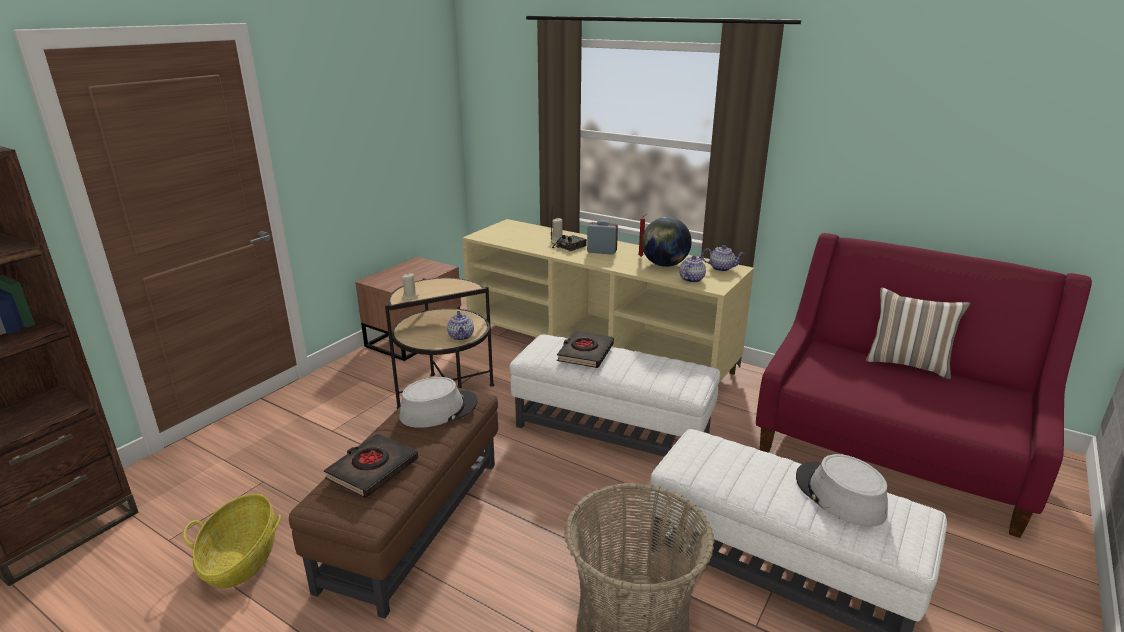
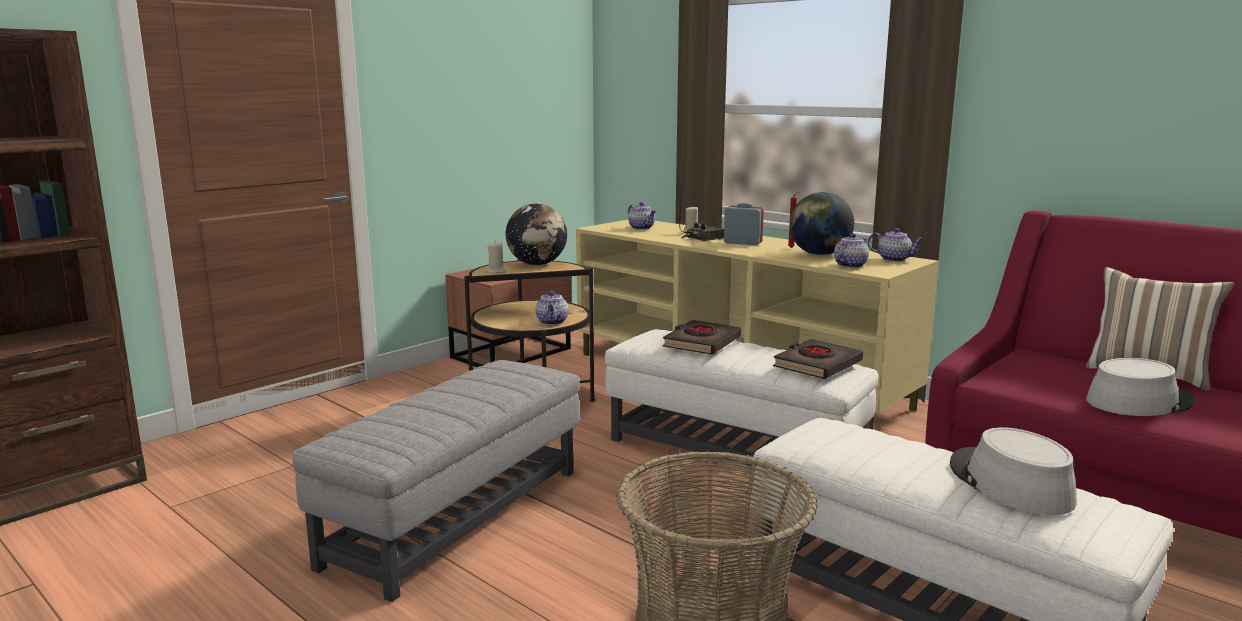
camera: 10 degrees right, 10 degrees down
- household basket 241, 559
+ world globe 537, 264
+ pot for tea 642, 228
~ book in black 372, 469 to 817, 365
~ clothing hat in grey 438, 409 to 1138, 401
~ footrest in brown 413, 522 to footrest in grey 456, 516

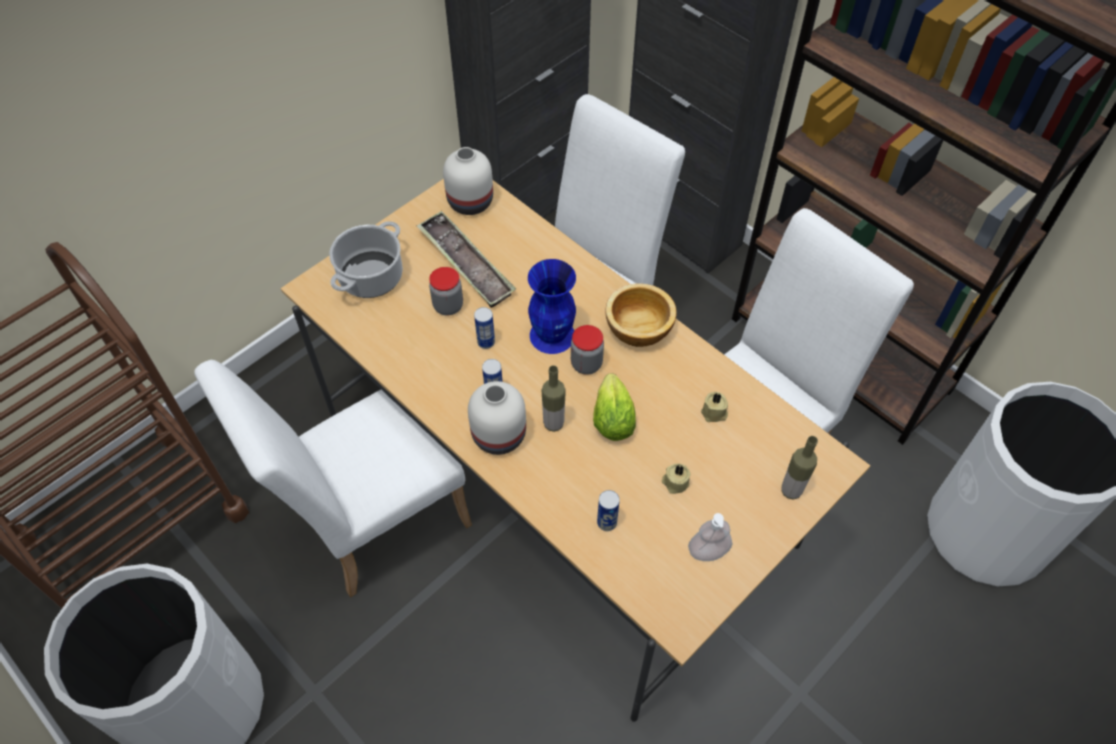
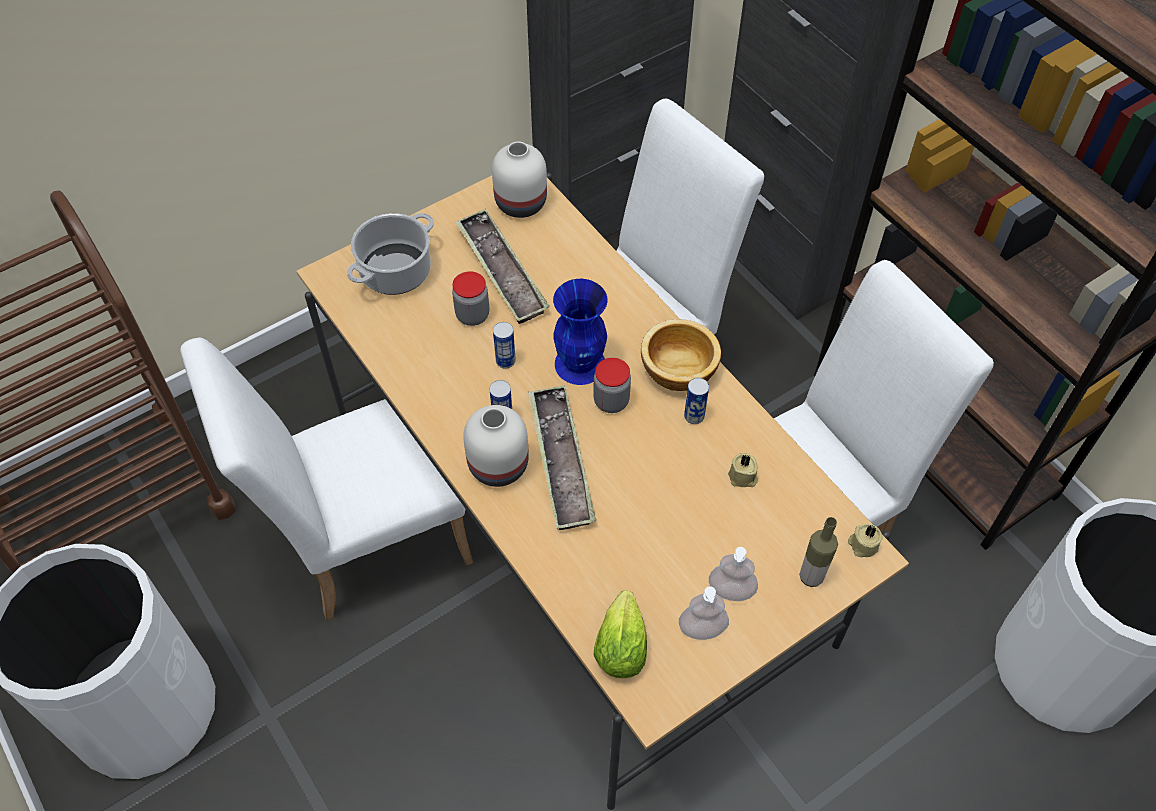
camera: 10 degrees right, 0 degrees up
+ liquid soap bottle 731, 590
~ head of lettuce 612, 416 to 621, 643
~ can 607, 522 to 694, 416
~ candle in sand-coloured 675, 482 to 862, 545
~ drink bottle 553, 423 to tray 561, 462

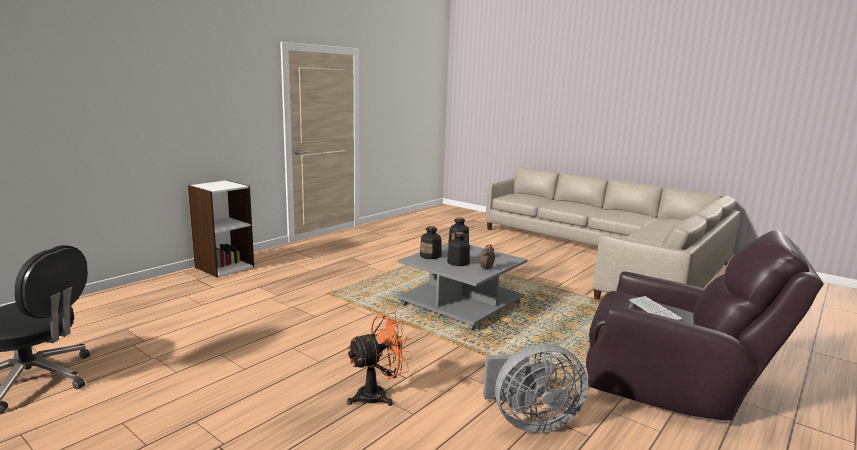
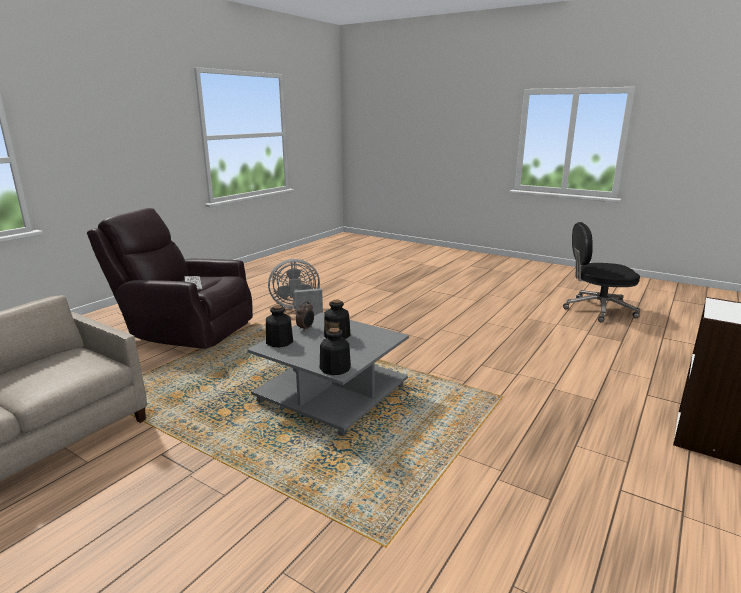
camera: 175 degrees right, 5 degrees up
- cooling fan in orange 378, 395
~ drink bottle 430, 255 to 279, 342

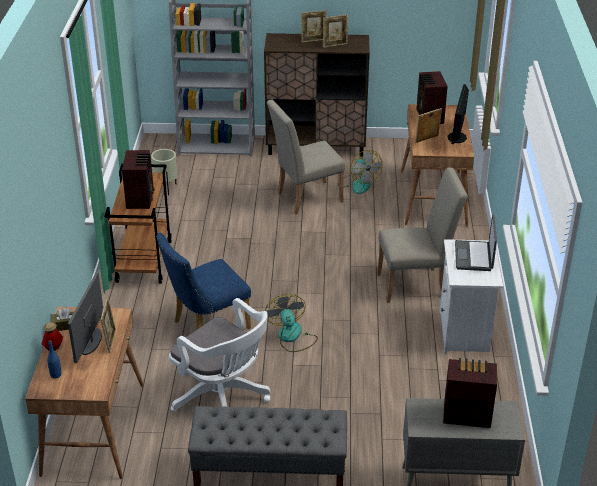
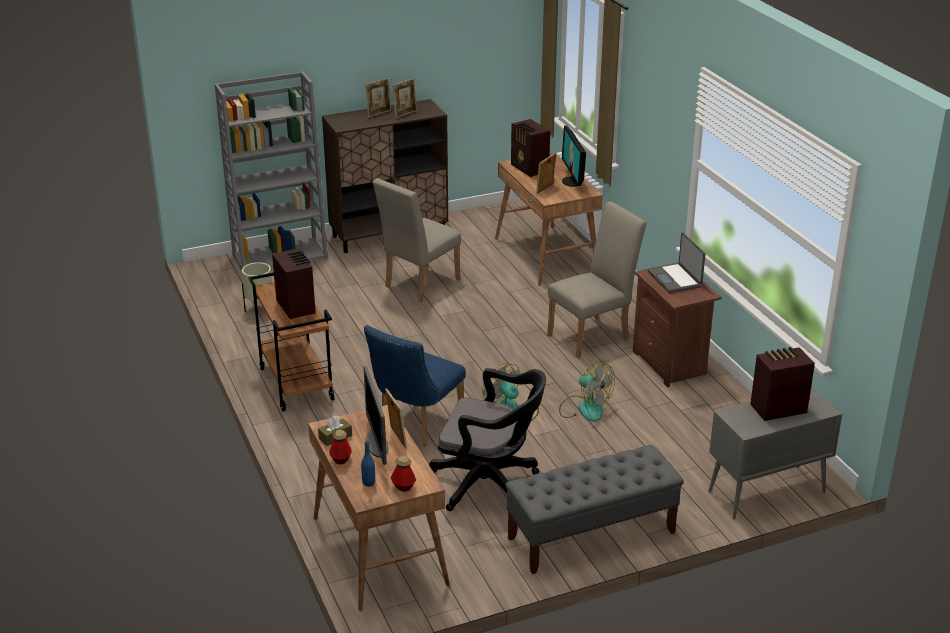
camera: 25 degrees left, 5 degrees down
+ drink bottle 403, 486
~ cooling fan 358, 184 to 584, 408
~ computer chair in whitish 223, 398 to computer chair in black 490, 484
~ bedside table in whitish 465, 332 to bedside table in brown 671, 364

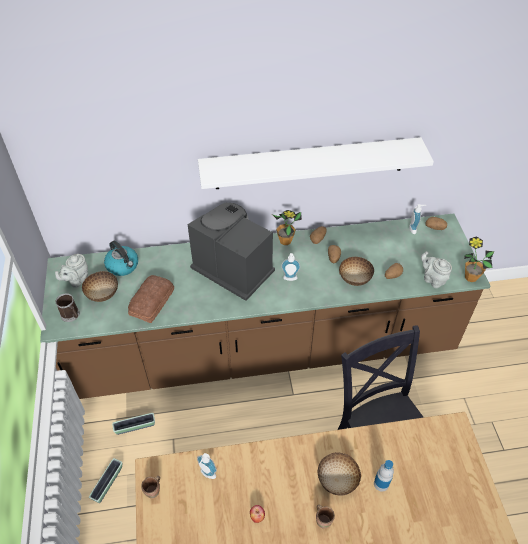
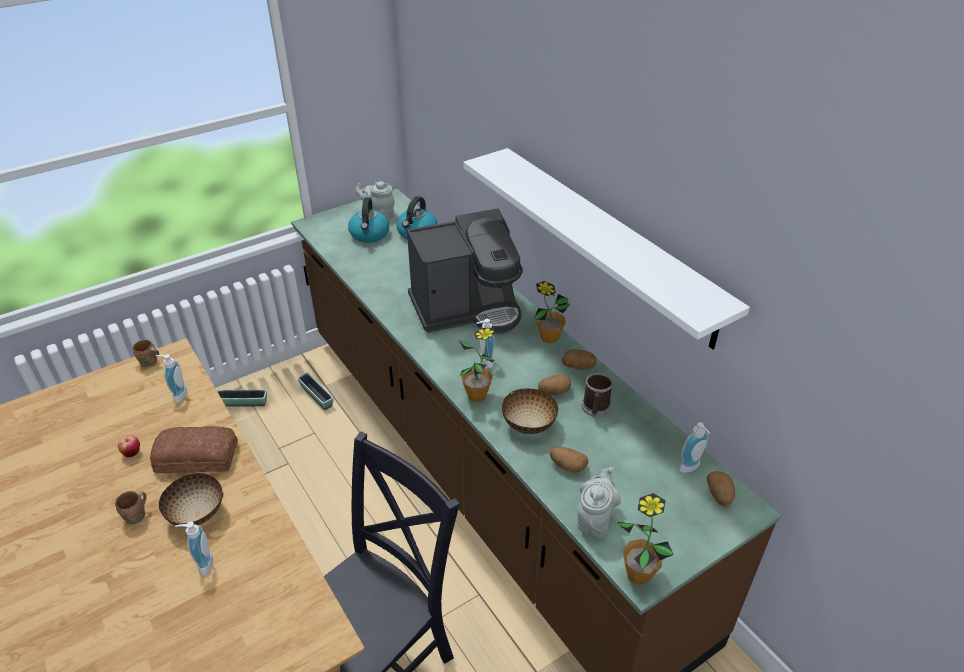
camera: 65 degrees right, 10 degrees down
+ plant in a pot 477, 395
~ tea mug 71, 315 to 595, 409
~ bakery bread 150, 302 to 196, 456
~ deep dish 102, 294 to kettle 369, 234
~ drink bottle 381, 483 to liquid soap bottle 202, 564
~ coffee brewer 232, 269 = 467, 309 60 degrees clockwise

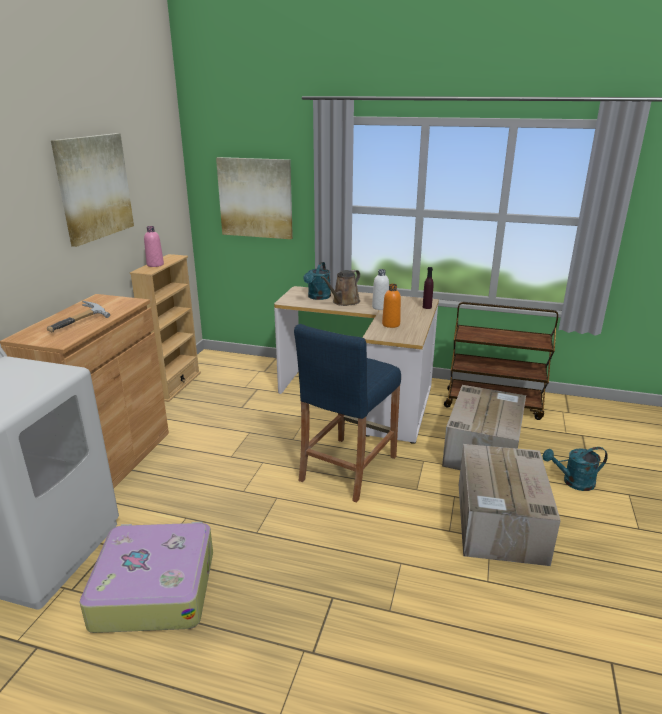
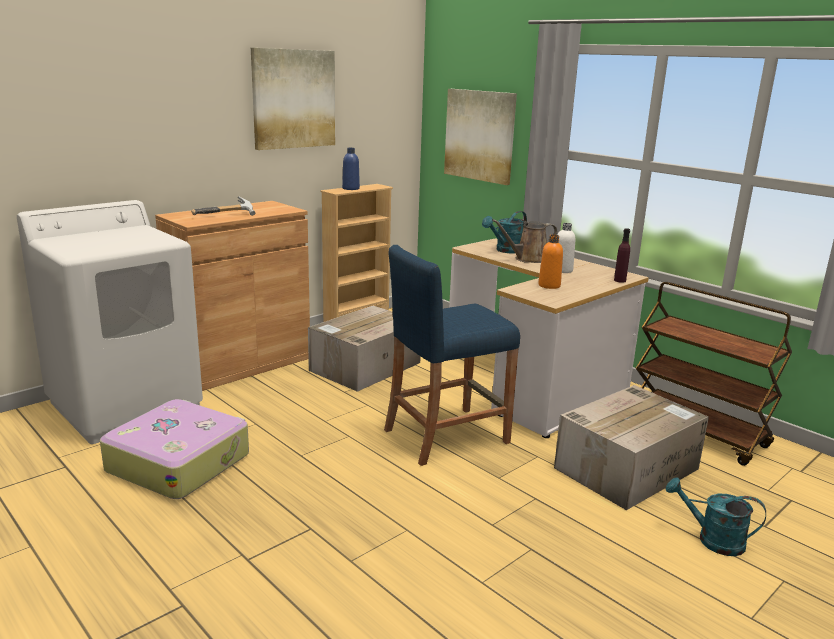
camera: 30 degrees right, 5 degrees down
~ packing box 500, 522 to 364, 367
~ drink bottle in pink-coloured 155, 265 to drink bottle in blue 351, 188

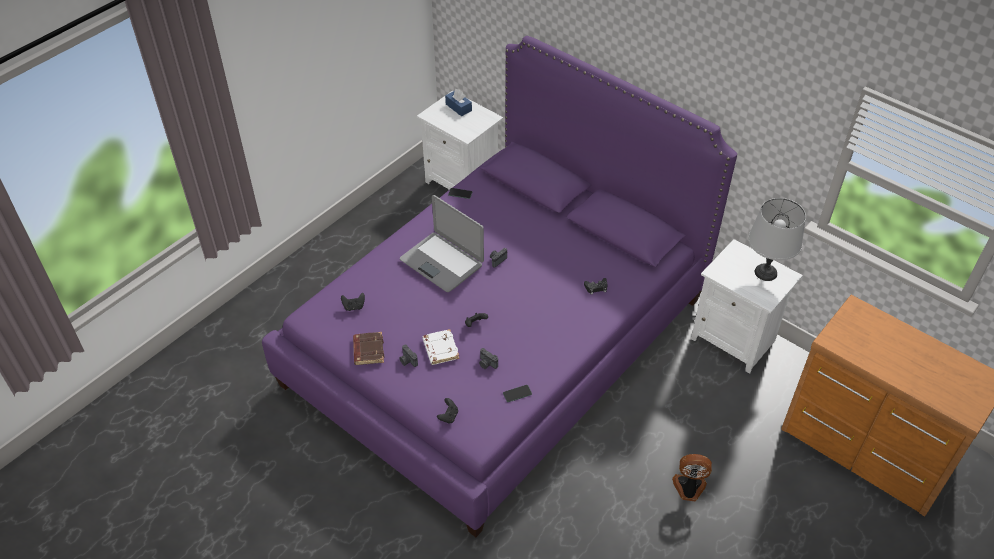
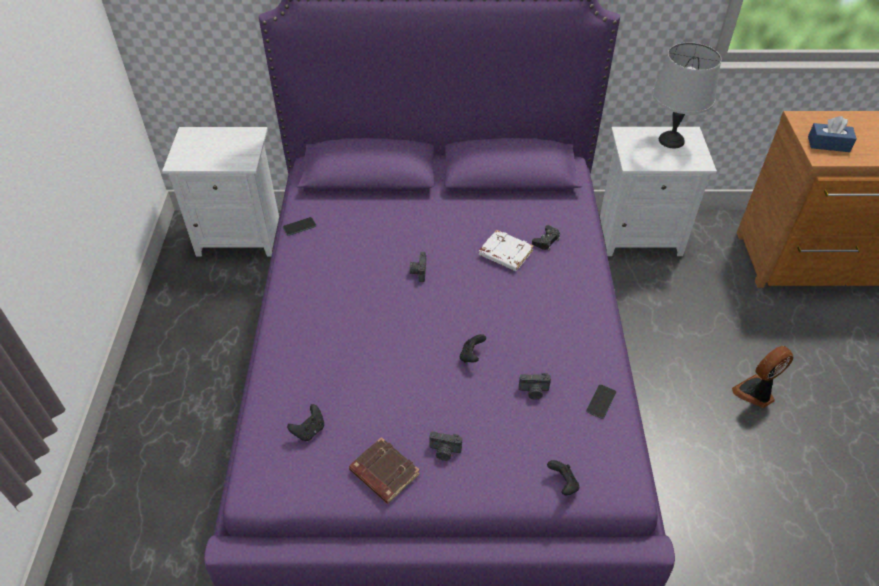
camera: 40 degrees left, 0 degrees up
- notebook computer 442, 262
~ book in whitish 440, 349 to 504, 254
~ tissue holder in blue 458, 107 to 828, 144

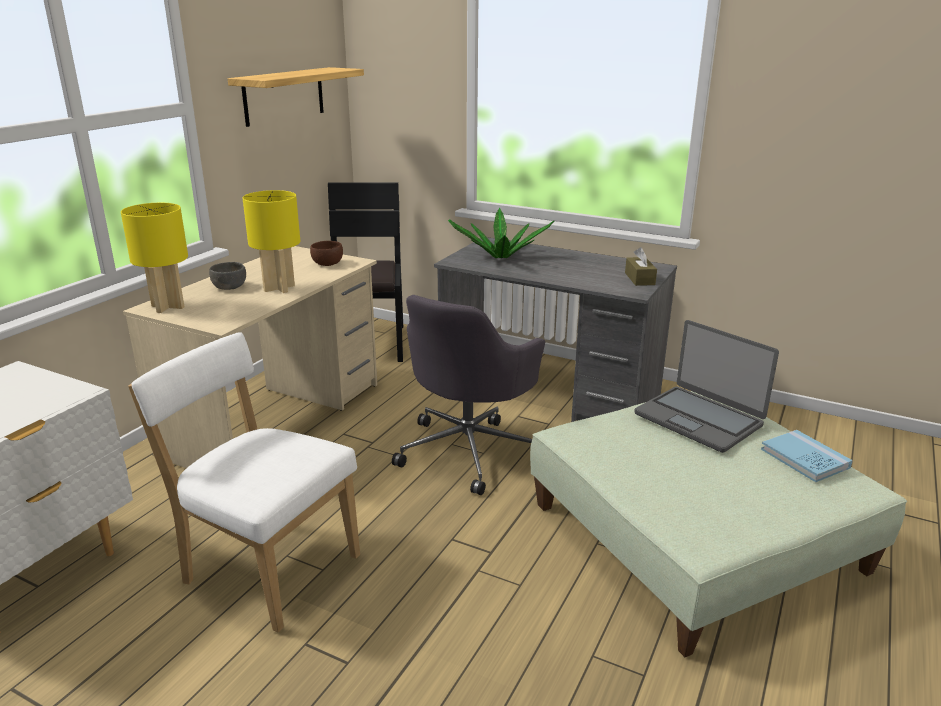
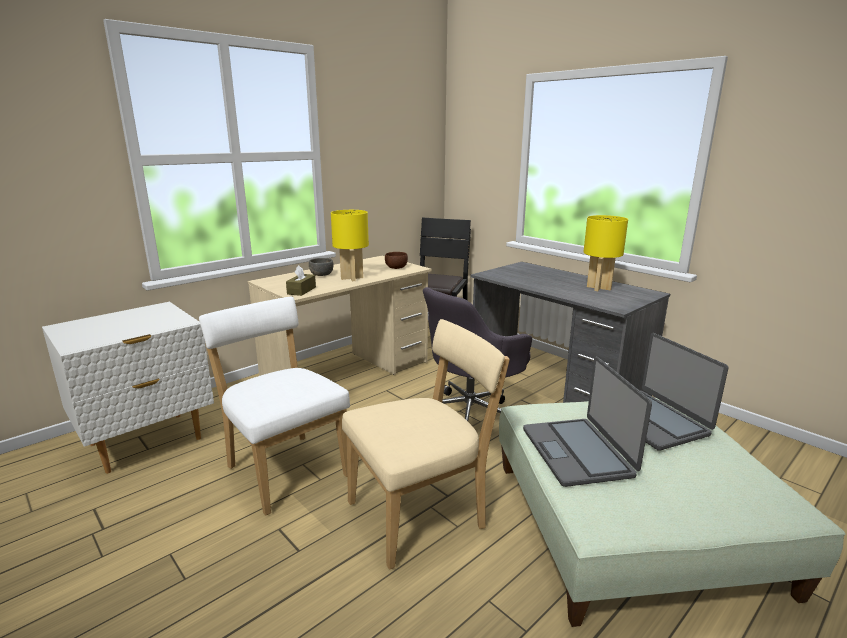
camera: 20 degrees right, 5 degrees down
- shelf 284, 96
- plant in a pot 500, 257
- book in blue 804, 458
+ upright chair in sand-coloured 422, 514
+ notebook computer 578, 452
~ lamp for a table in yellow-coloured 168, 306 to 599, 288
~ tissue holder in brown 639, 279 to 301, 290

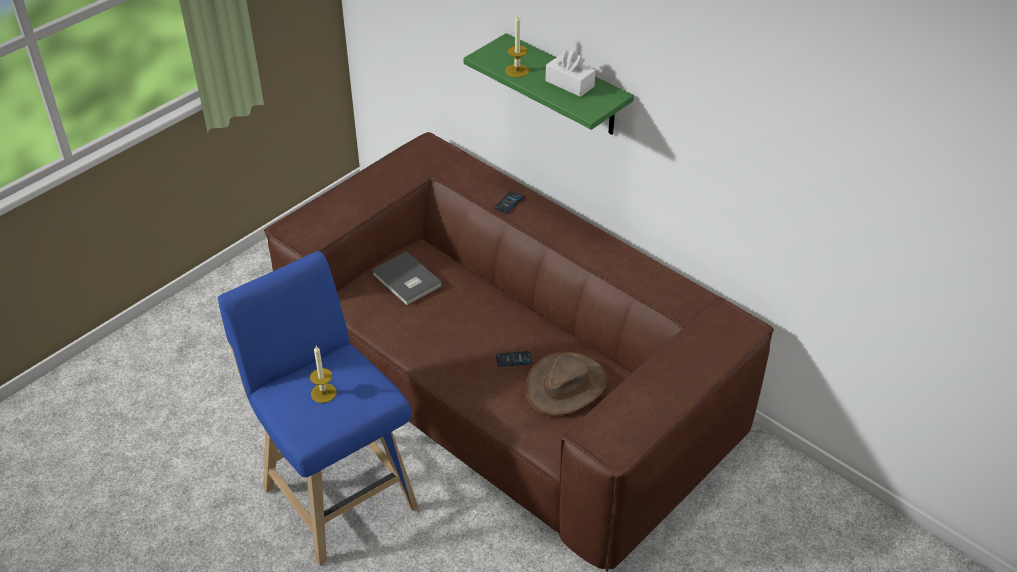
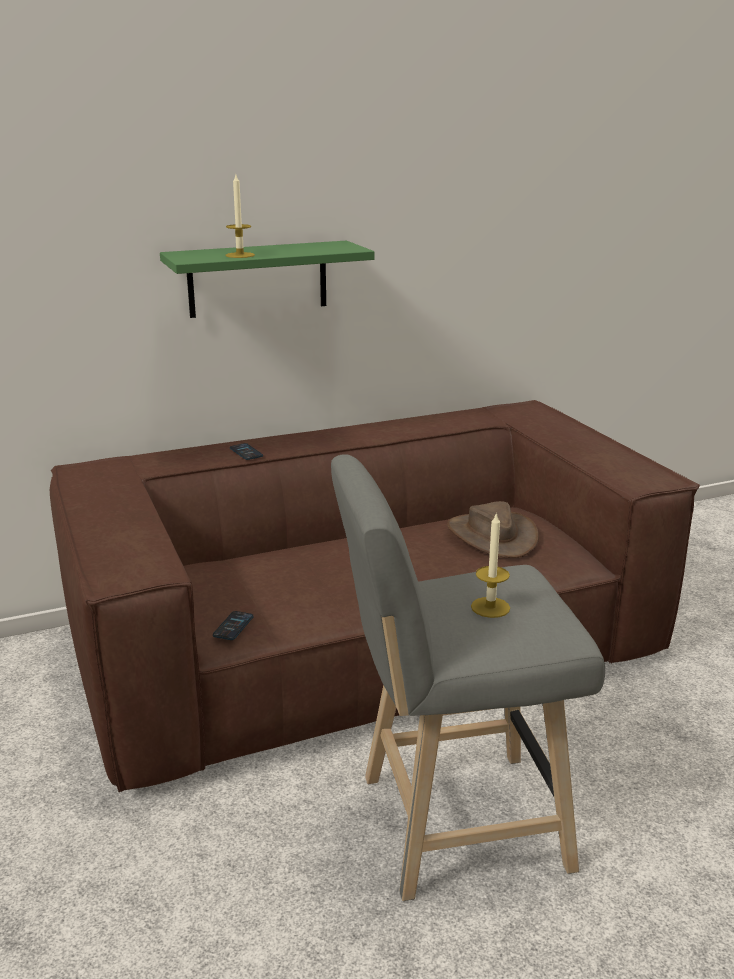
camera: 65 degrees left, 20 degrees down
- book in grey 406, 281
- tissue holder in whitish 569, 84
~ handset 513, 359 to 233, 626
~ stool in blue 336, 492 to stool in grey 451, 824

